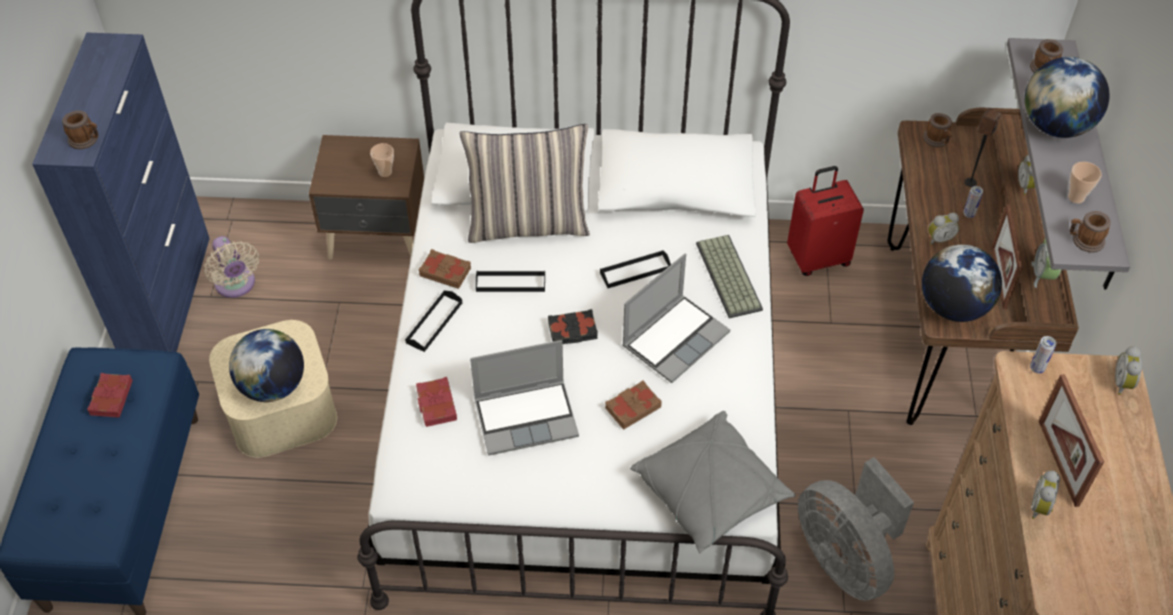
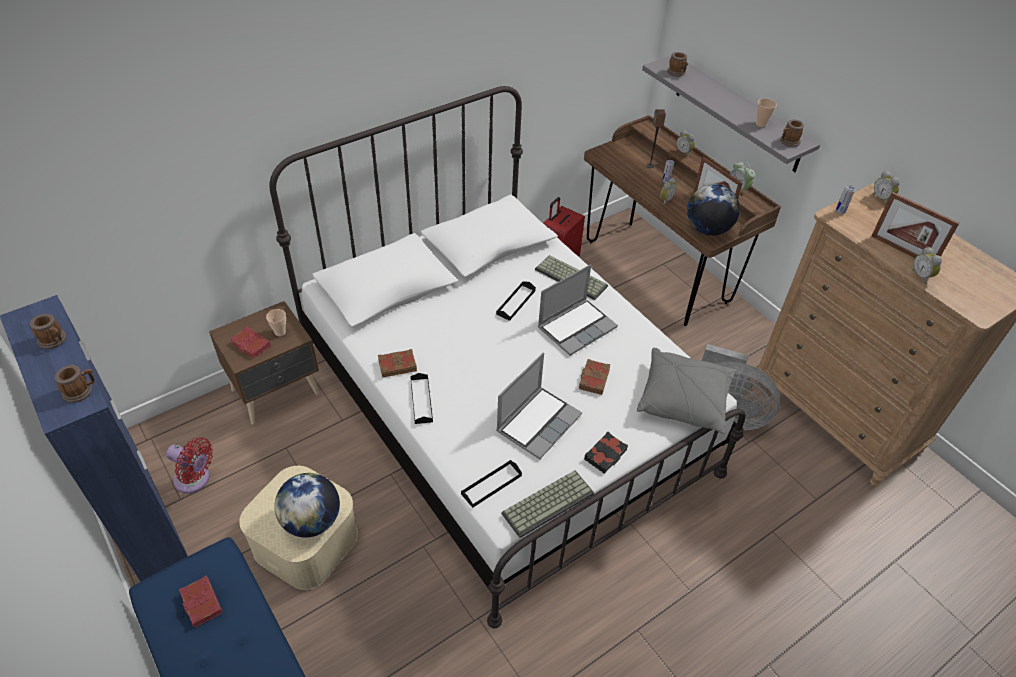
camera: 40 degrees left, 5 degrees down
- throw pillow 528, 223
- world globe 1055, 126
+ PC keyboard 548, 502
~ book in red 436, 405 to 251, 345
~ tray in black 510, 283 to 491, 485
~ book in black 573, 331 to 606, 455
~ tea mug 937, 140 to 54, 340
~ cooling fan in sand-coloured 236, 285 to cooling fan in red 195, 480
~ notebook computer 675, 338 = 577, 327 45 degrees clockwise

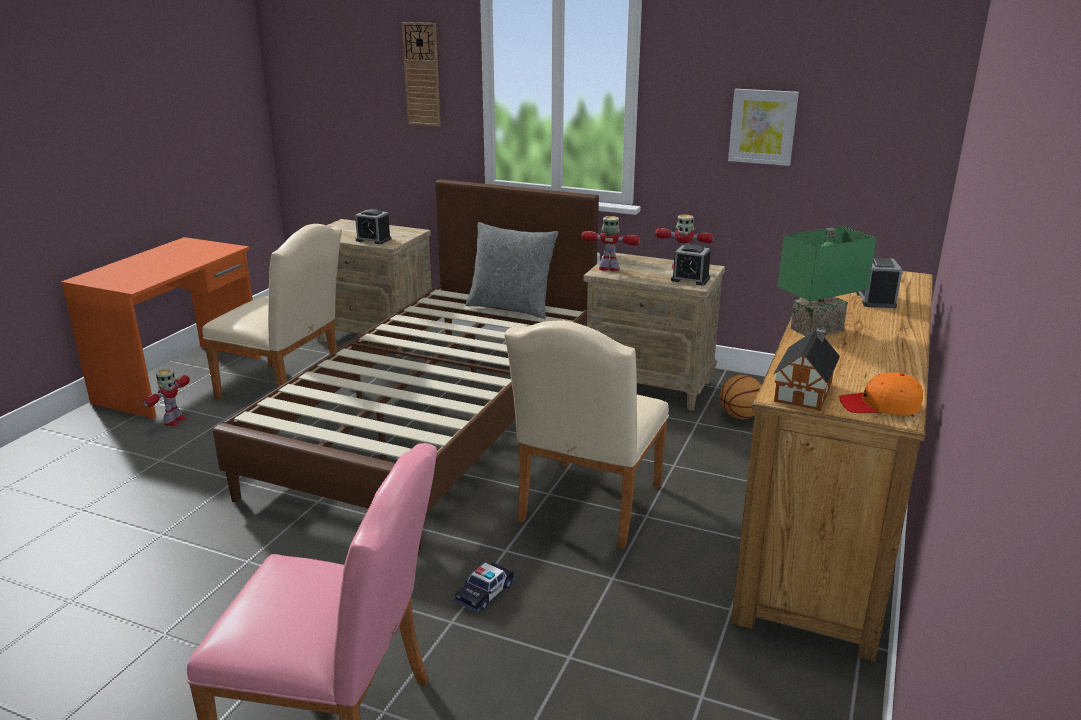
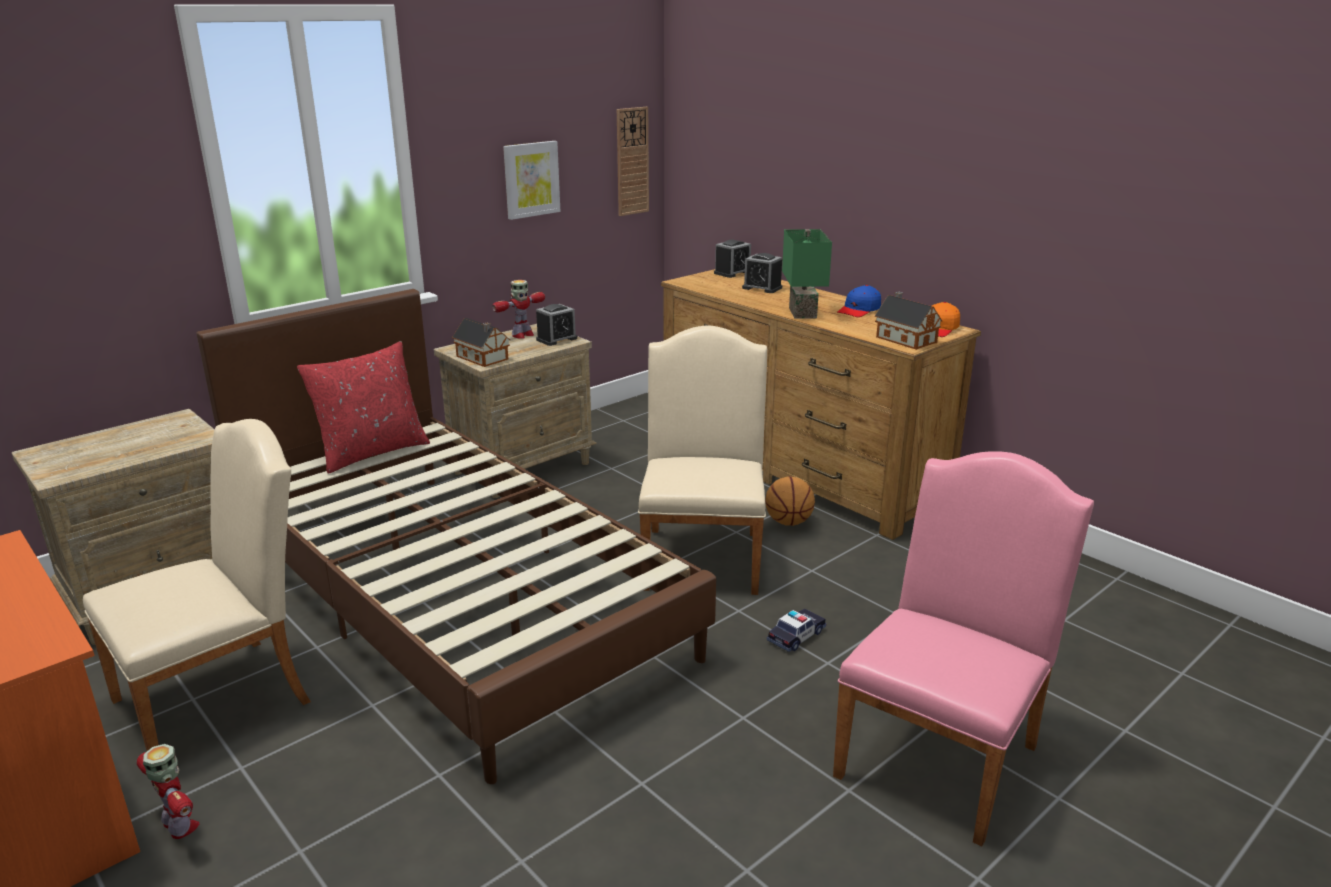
camera: 65 degrees left, 0 degrees up
+ peaked cap in blue 859, 310
~ table clock 373, 240 to 732, 272
~ hanging clock 422, 74 to 632, 161
~ ball for basketball 740, 416 to 788, 522
~ model robot 610, 269 to model house 483, 358
~ throw pillow in grey 511, 308 to throw pillow in red 372, 452
~ model car 485, 593 = 796, 636 105 degrees counterclockwise
~ upright chair in sand-coloured 586, 508 = 703, 554 135 degrees counterclockwise

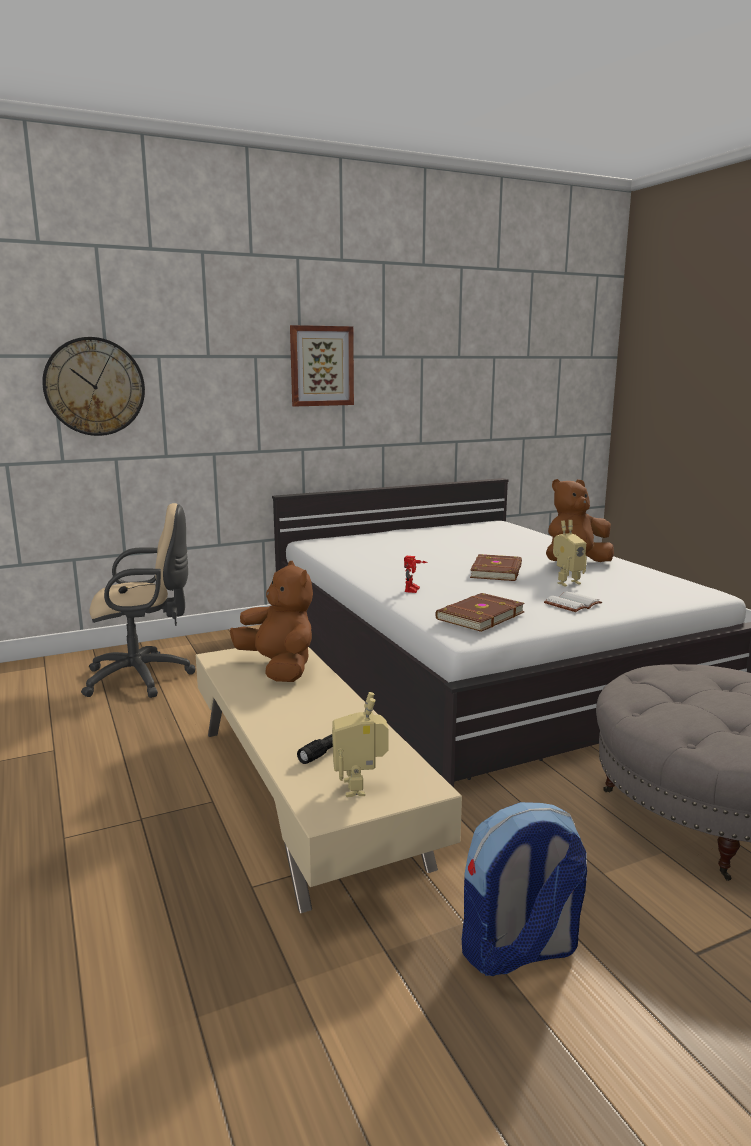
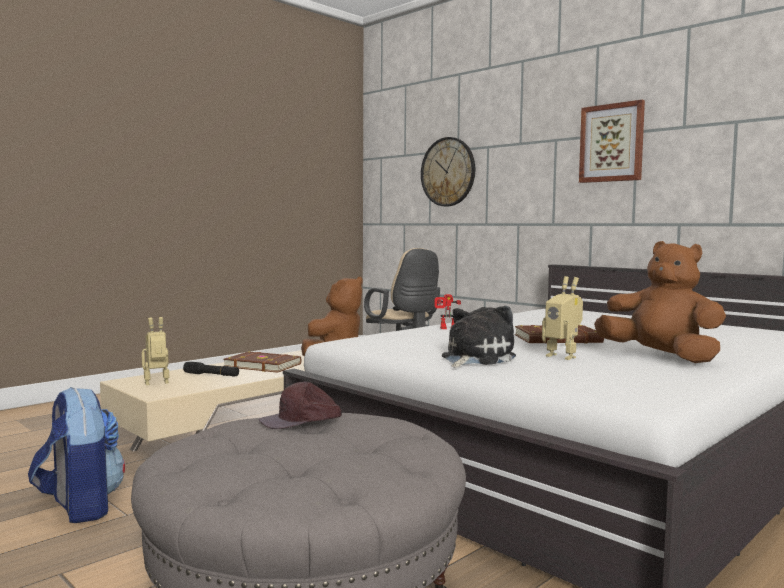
camera: 70 degrees right, 10 degrees down
+ peaked cap in brown 301, 420
~ book in brown 478, 615 to 263, 365
~ book in whitish 573, 604 to soft toy 475, 358

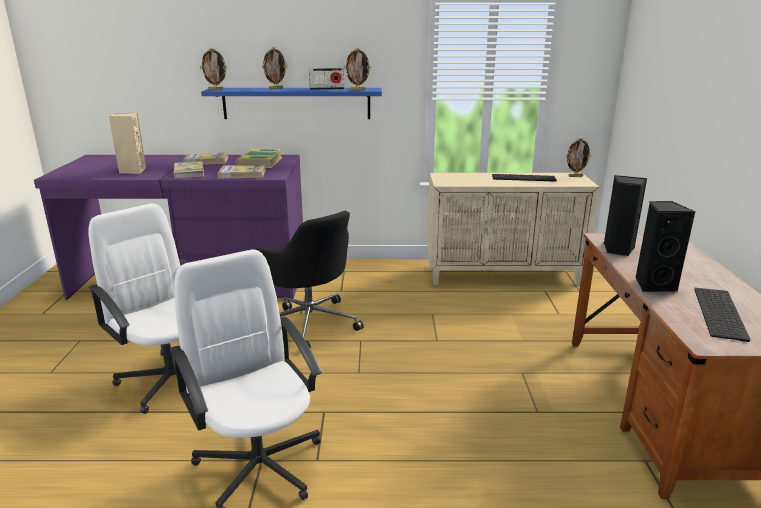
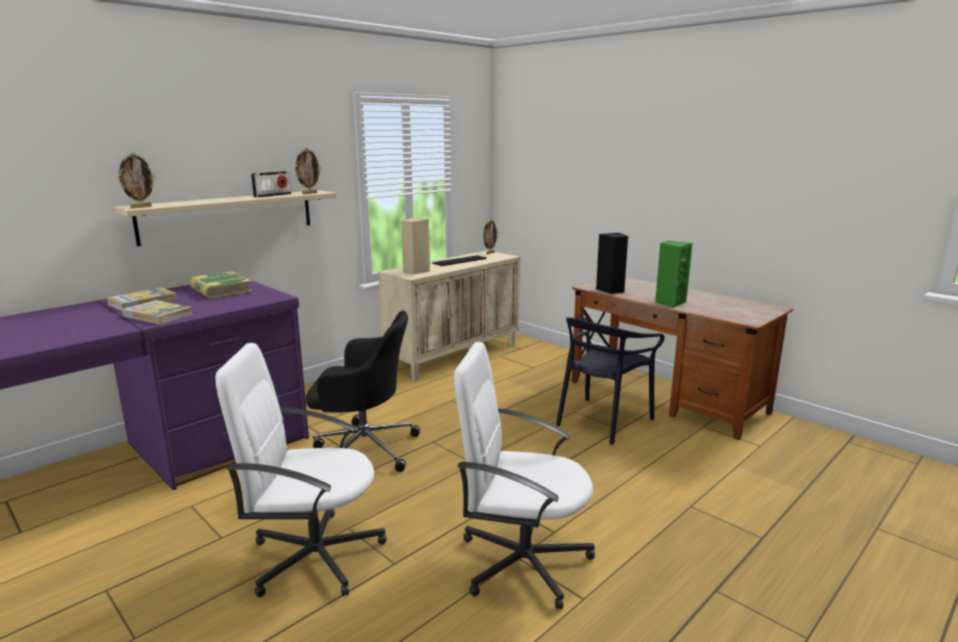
camera: 45 degrees left, 5 degrees down
- book 242, 174
- picture frame 276, 88
- PC keyboard 722, 314
+ upright chair in black 602, 420
~ loudspeaker in sand-coloured 132, 171 to 415, 271
~ shelf in blue 296, 103 to shelf in sand-coloured 229, 216
~ loudspeaker in black 653, 285 to loudspeaker in greenish 670, 303

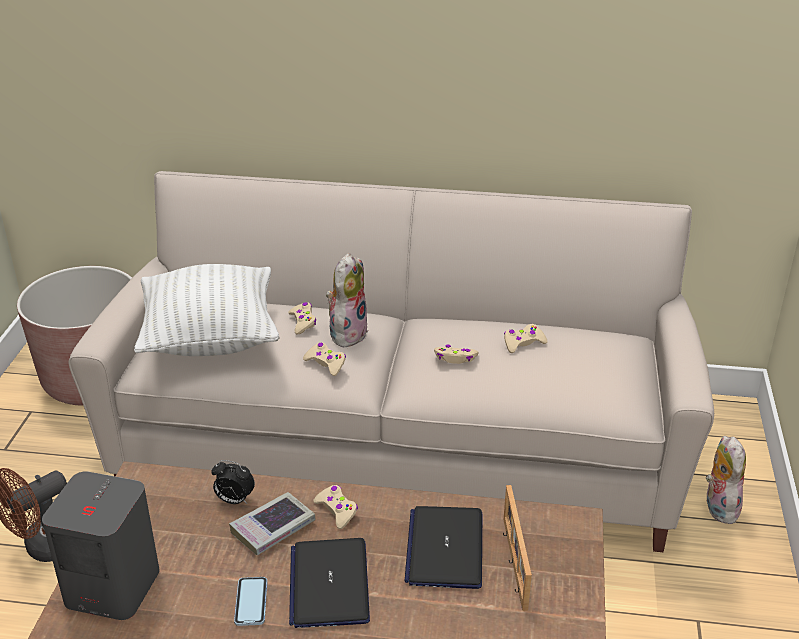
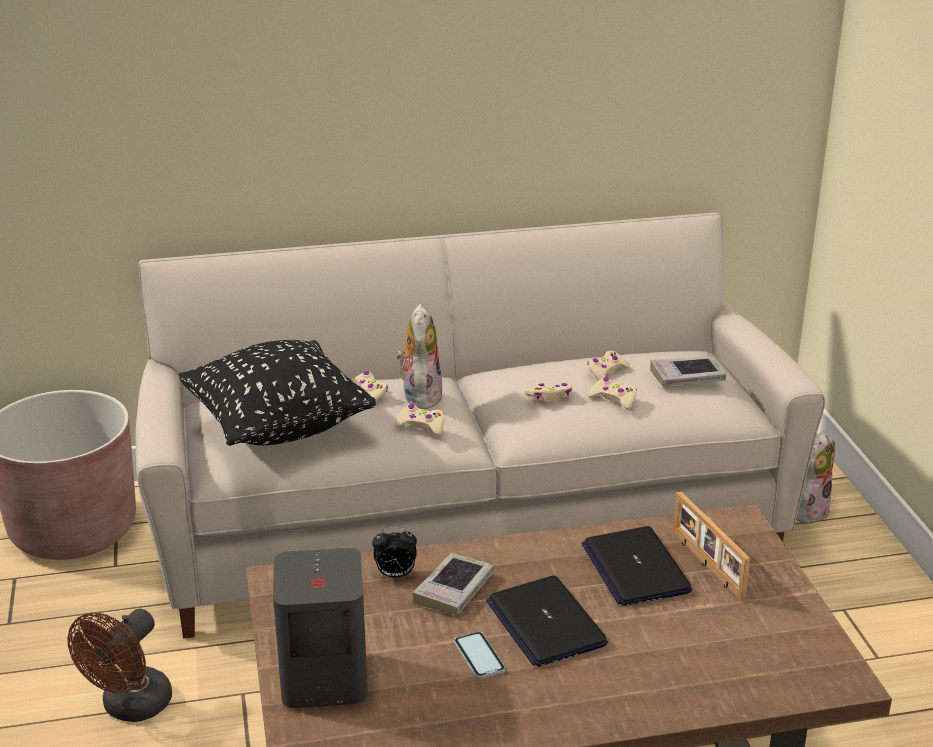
camera: 20 degrees left, 5 degrees down
+ book 687, 377
~ game controller in sand-coloured 337, 510 to 613, 399
~ throw pillow in whitish 210, 339 to throw pillow in black 278, 427
~ soft toy 718, 507 = 808, 510 60 degrees clockwise

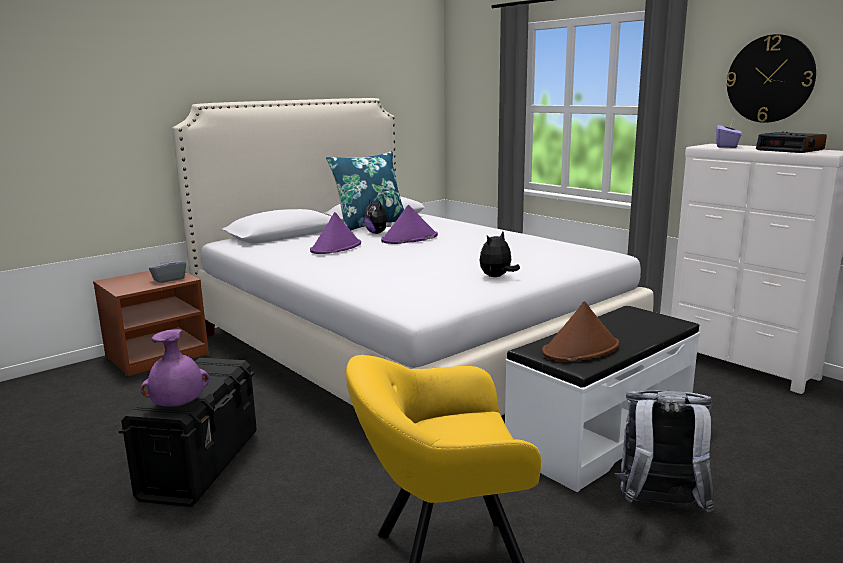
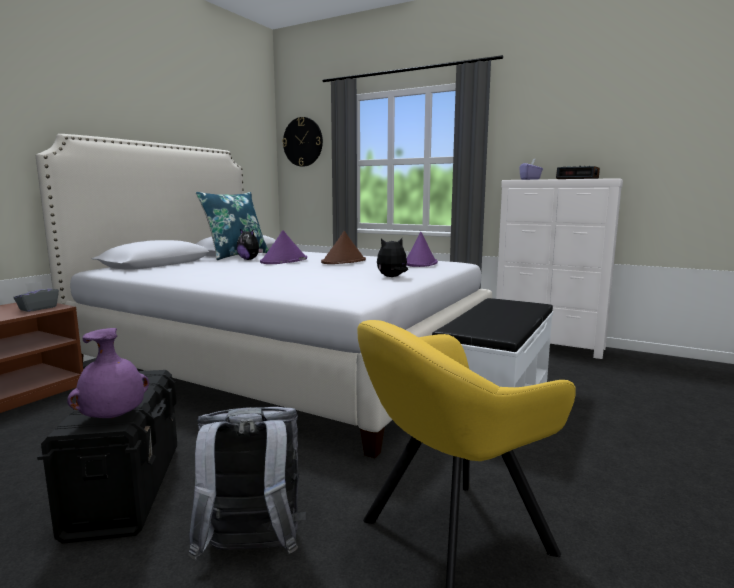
camera: 20 degrees left, 5 degrees down
~ clothing hat in purple 336, 248 to 420, 263
~ clothing hat in brown 581, 350 to 344, 262
~ knapsack in grey 659, 508 to 251, 551
~ hanging clock 770, 79 to 303, 142
~ soft toy 497, 277 = 392, 277 45 degrees clockwise

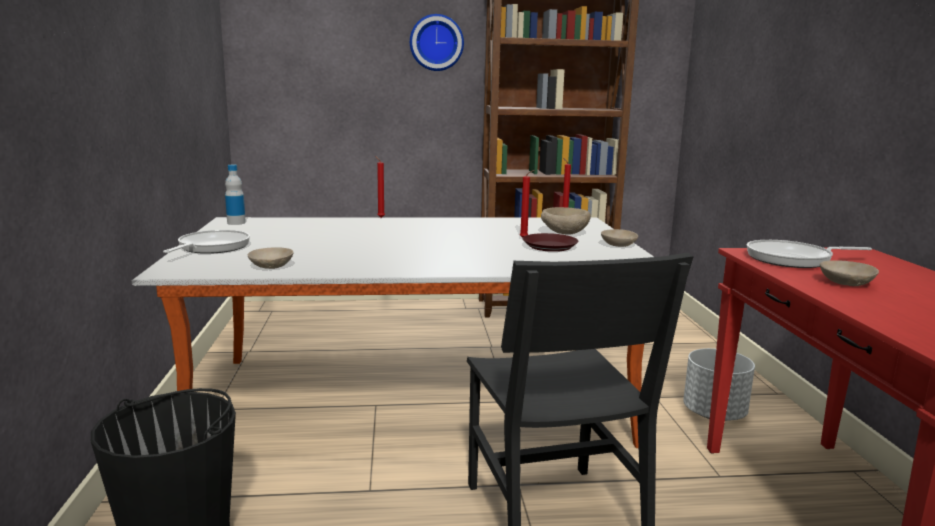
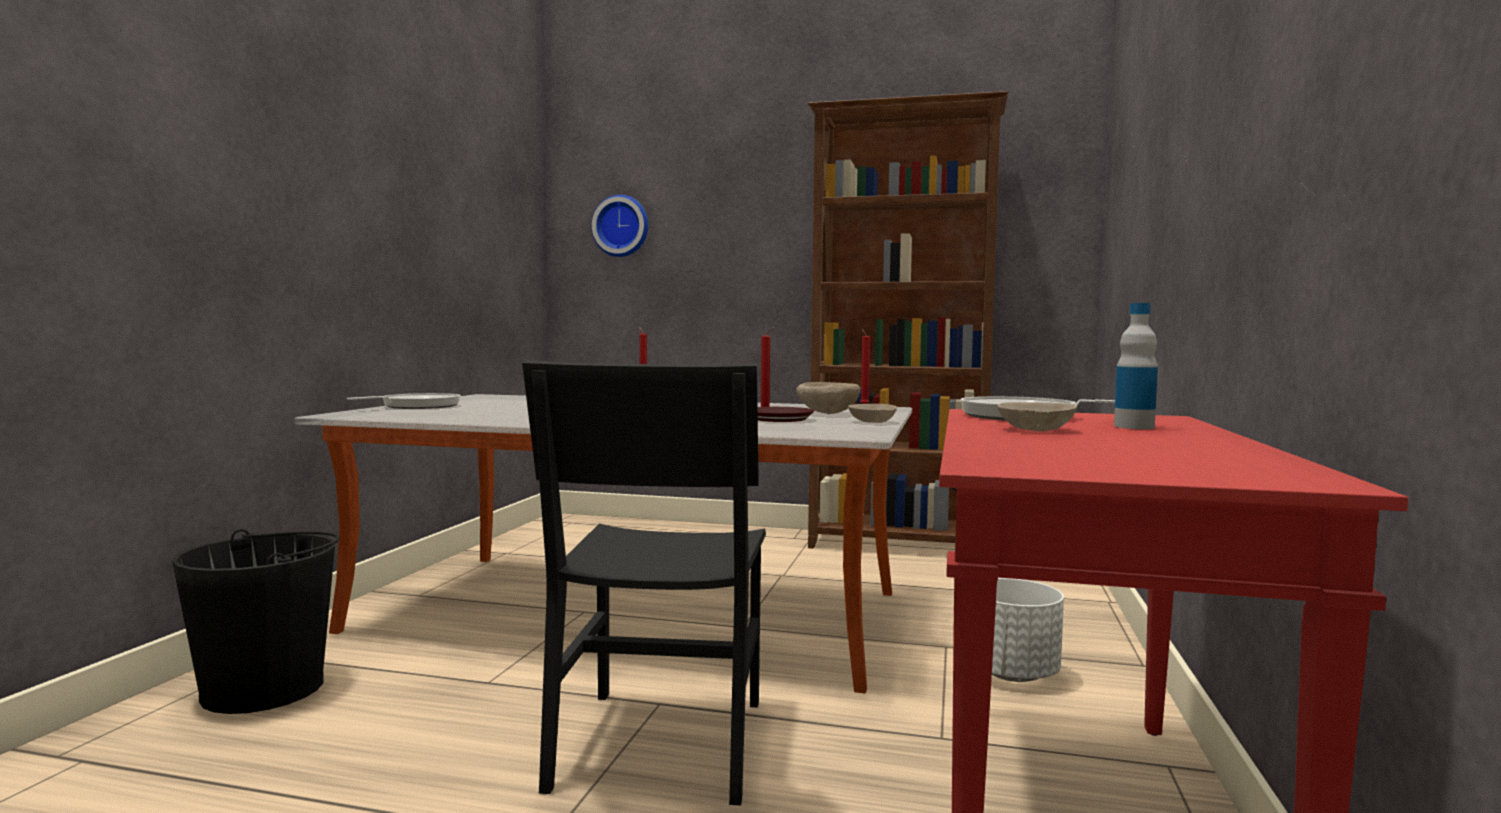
camera: 20 degrees right, 10 degrees down
- deep dish in sand-coloured 271, 266
~ drink bottle 236, 223 to 1134, 427
~ hanging clock 436, 43 to 622, 226

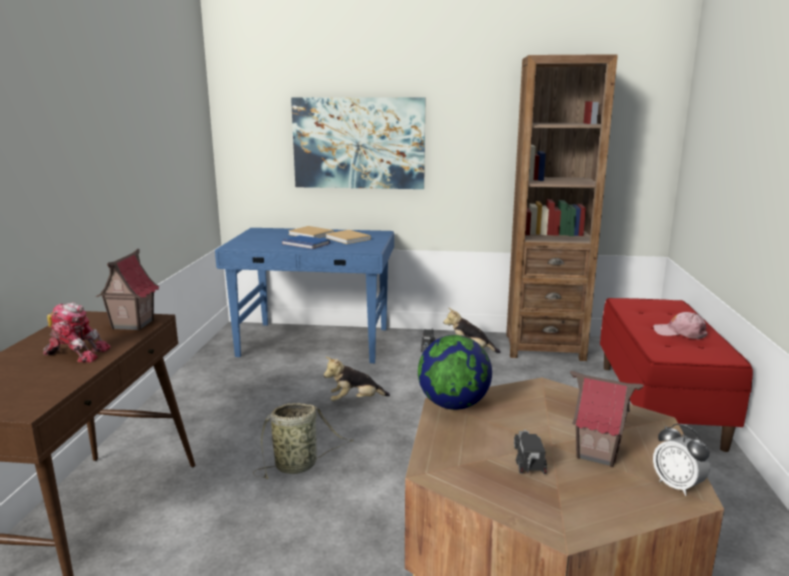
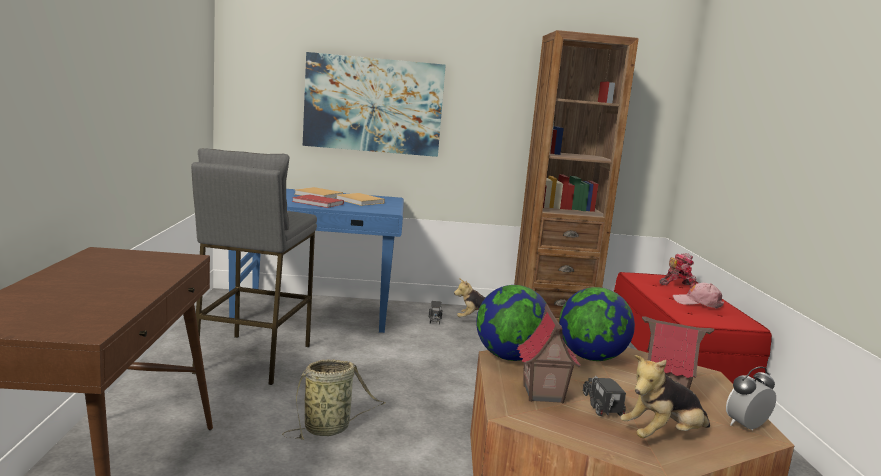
camera: 10 degrees left, 5 degrees down
+ stool in grey 252, 358
+ world globe 591, 358
~ model robot 76, 353 to 679, 285
~ model house 132, 324 to 542, 394
~ soft toy 355, 401 to 663, 436
~ book in blue 305, 244 to book in red 317, 203
~ table clock 677, 485 = 746, 427 105 degrees clockwise

